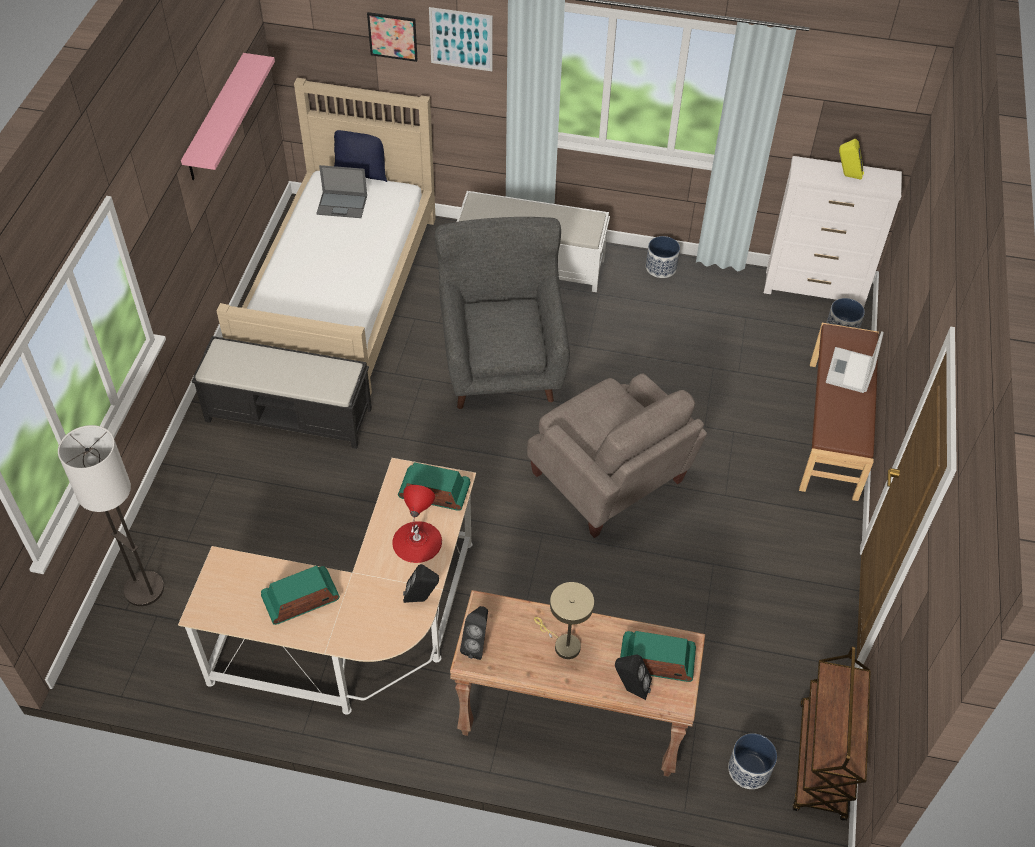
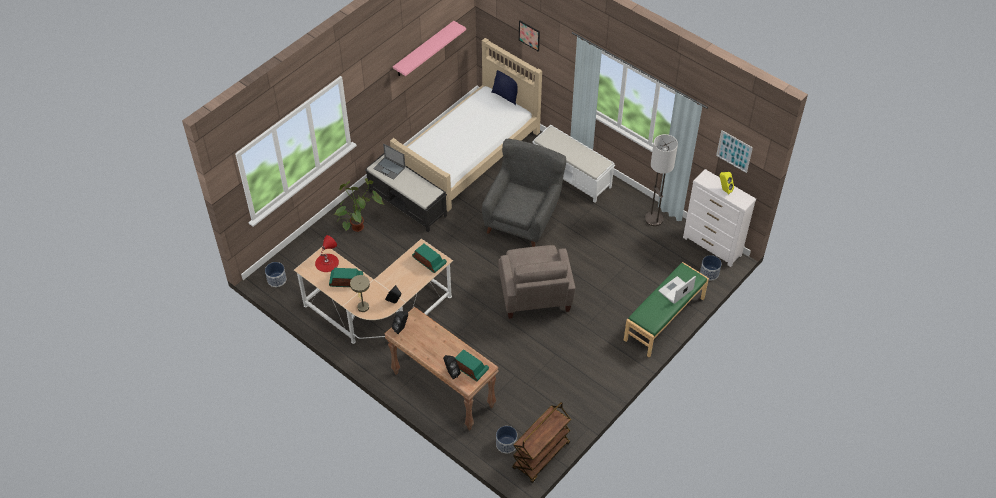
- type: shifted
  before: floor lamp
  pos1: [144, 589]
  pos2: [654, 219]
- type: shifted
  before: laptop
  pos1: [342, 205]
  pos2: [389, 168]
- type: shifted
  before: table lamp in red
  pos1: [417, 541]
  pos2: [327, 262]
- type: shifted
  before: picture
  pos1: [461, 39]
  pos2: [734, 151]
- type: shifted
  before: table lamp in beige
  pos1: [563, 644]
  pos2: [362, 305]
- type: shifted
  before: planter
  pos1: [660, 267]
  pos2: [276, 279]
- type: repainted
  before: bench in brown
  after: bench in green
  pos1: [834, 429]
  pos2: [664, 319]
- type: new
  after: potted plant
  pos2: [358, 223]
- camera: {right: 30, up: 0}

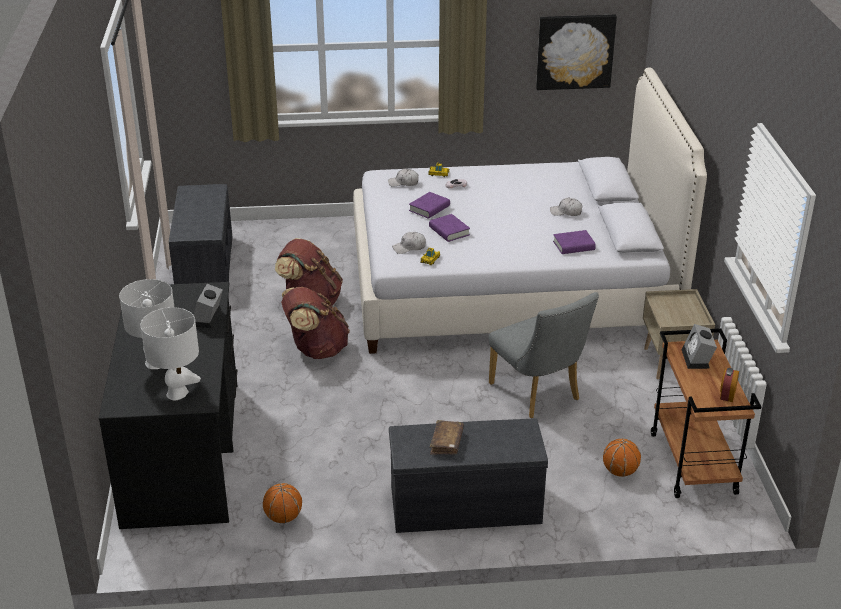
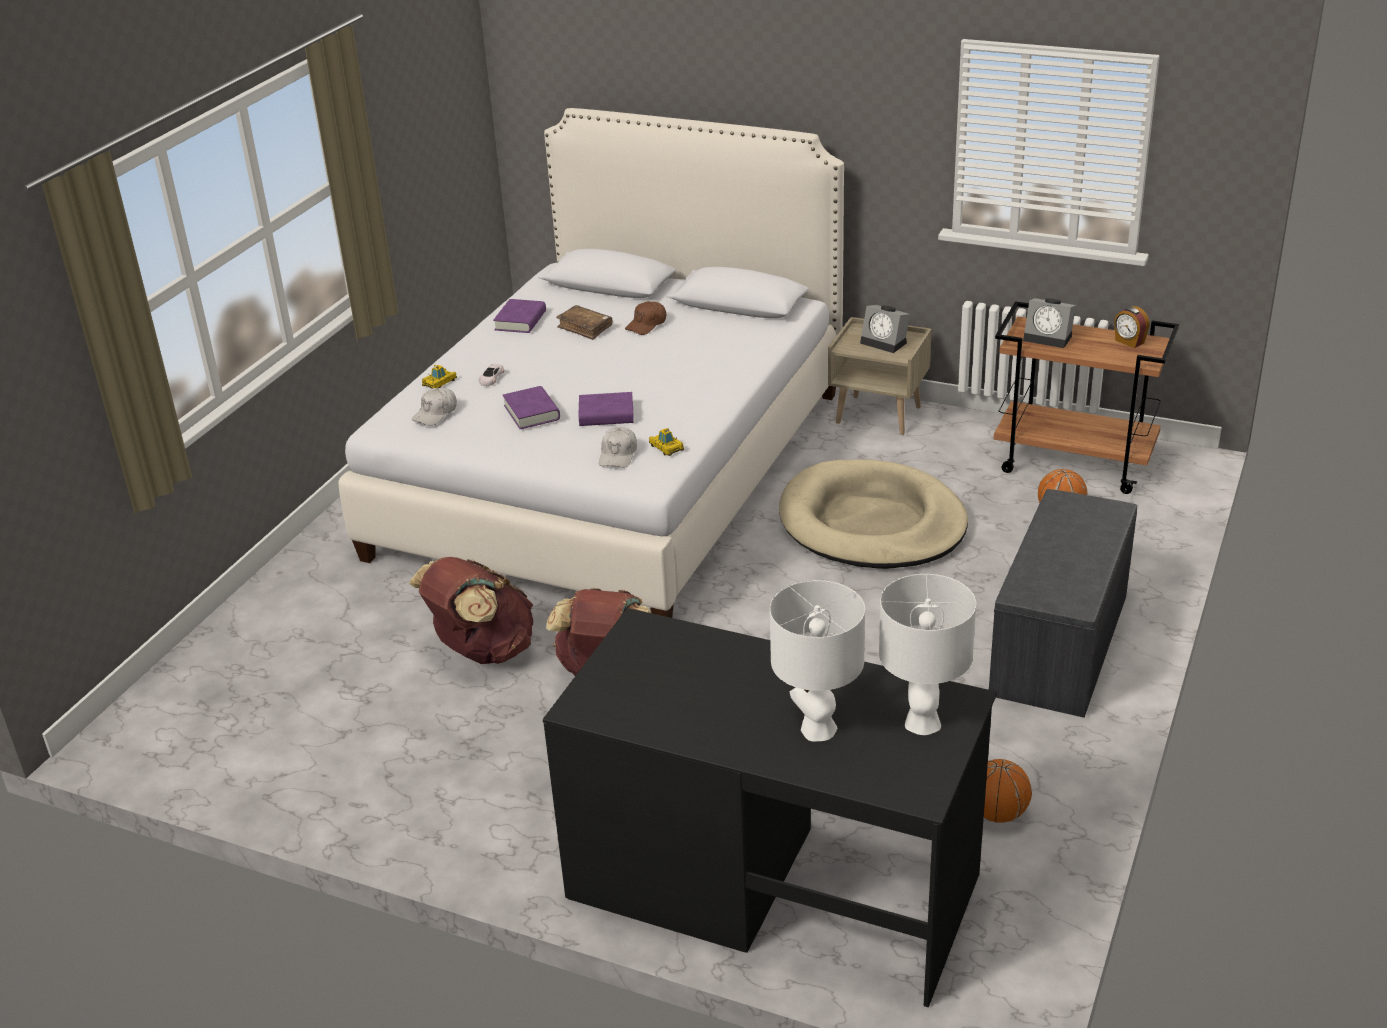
- type: gone
  before: bench in grey
  pos1: [204, 265]
- type: shifted
  before: alarm clock
  pos1: [208, 319]
  pos2: [886, 342]
- type: shifted
  before: book in brown
  pos1: [446, 442]
  pos2: [585, 328]
- type: swapped
  before: chair in grey
  after: dog bed in beige
  pos1: [538, 395]
  pos2: [872, 523]
- type: gone
  before: picture
  pos1: [575, 51]
- type: repainted
  before: cap in white
  after: cap in brown
  pos1: [566, 212]
  pos2: [646, 325]
- type: shifted
  before: book in purple
  pos1: [573, 246]
  pos2: [520, 321]
- camera: {right: -60, up: 0}

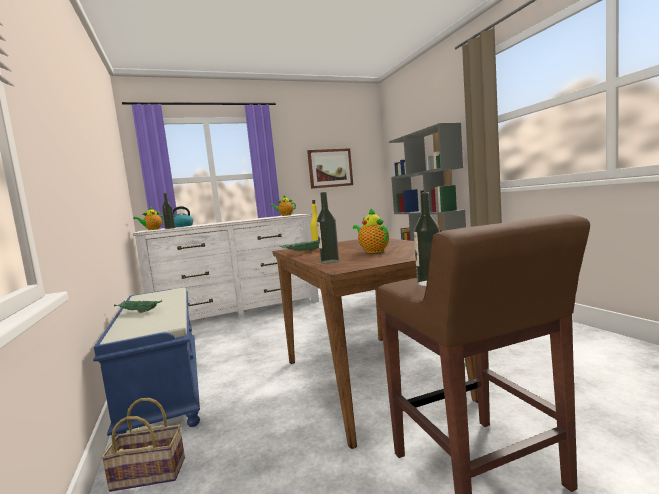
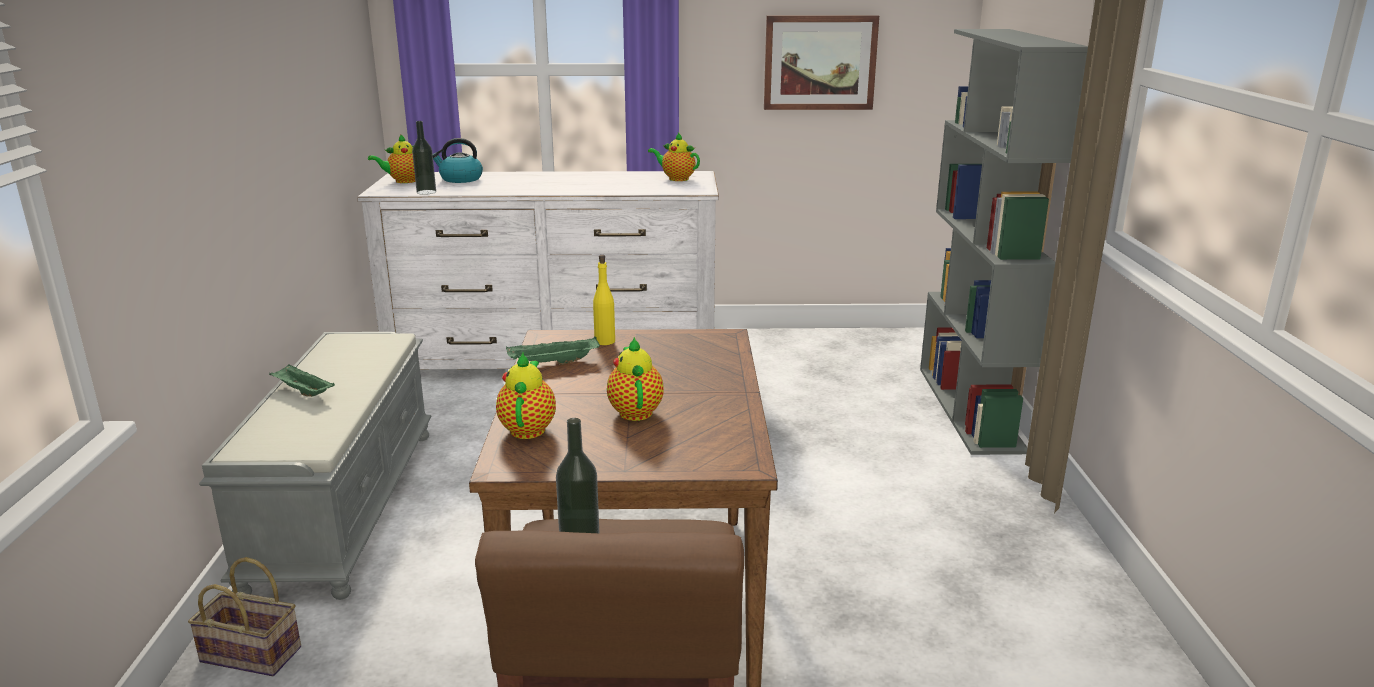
- type: repainted
  before: bench in blue
  after: bench in grey
  pos1: [163, 385]
  pos2: [343, 505]
- type: swapped
  before: bottle
  after: teapot
  pos1: [330, 261]
  pos2: [528, 428]
- camera: {right: 20, up: 15}

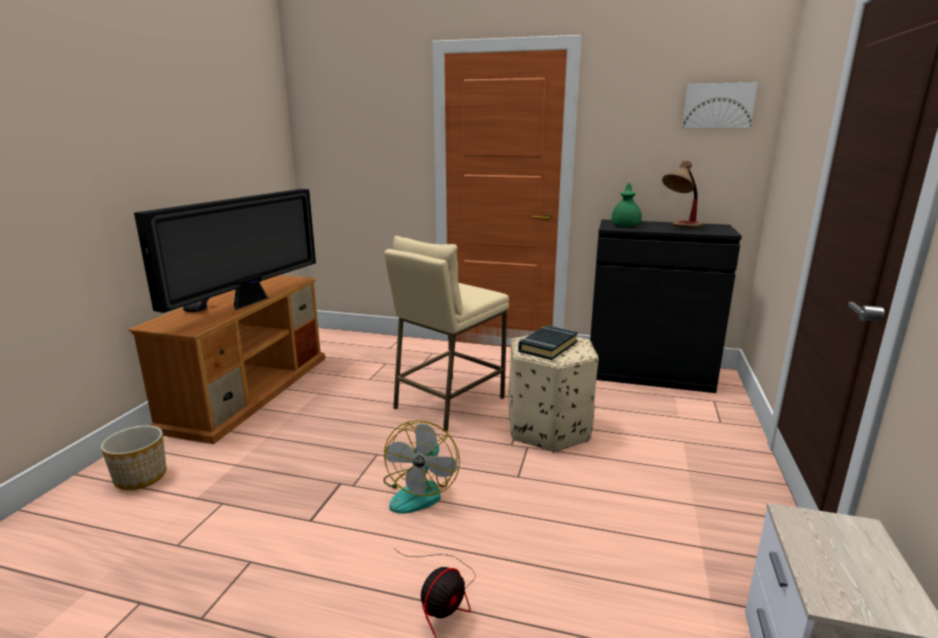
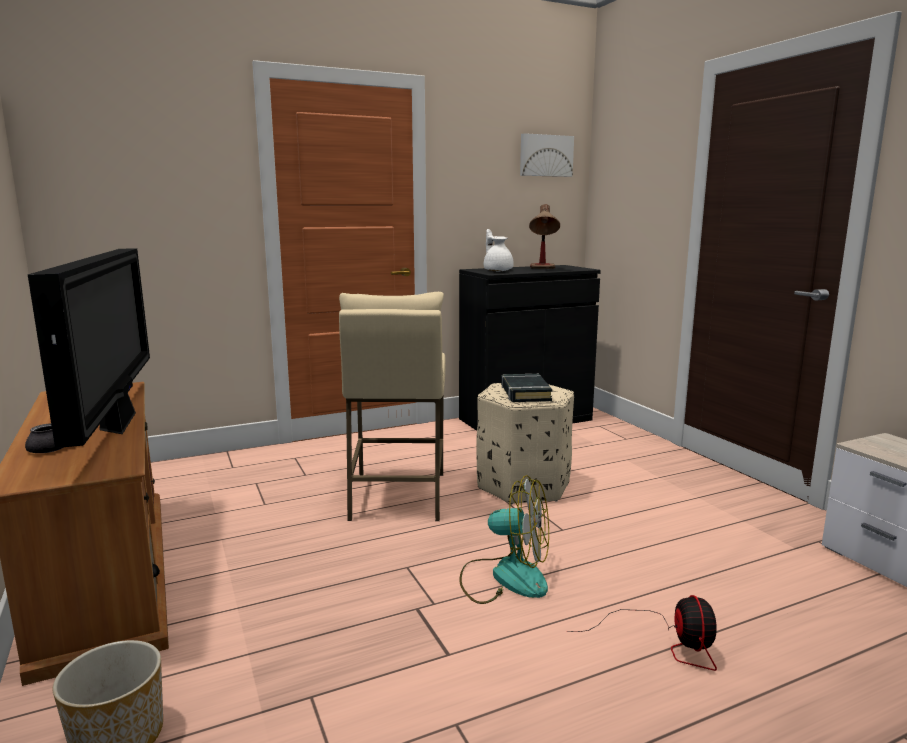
- type: rotated
  before: fan
  pos1: [420, 491]
  pos2: [505, 577]
  turn: -45
- type: repainted
  before: teapot in green
  after: teapot in white
  pos1: [626, 225]
  pos2: [497, 270]
- camera: {right: -40, up: -5}

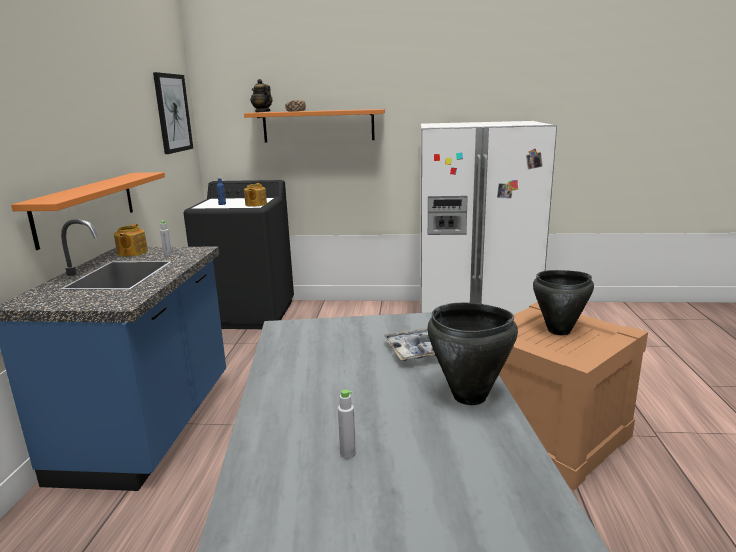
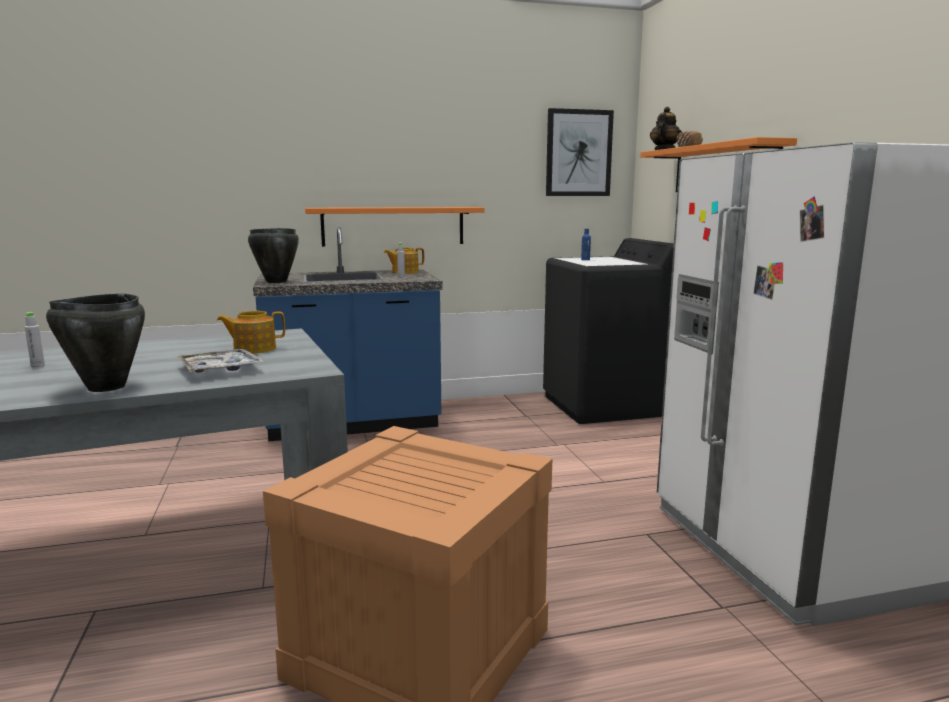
- type: shifted
  before: teapot
  pos1: [255, 204]
  pos2: [254, 349]
- type: shifted
  before: cooking pot in black
  pos1: [559, 331]
  pos2: [276, 282]
- camera: {right: 70, up: -5}

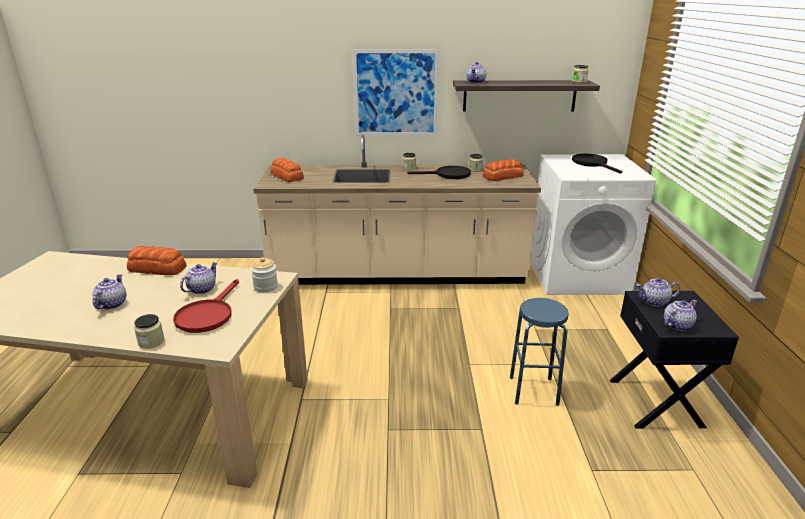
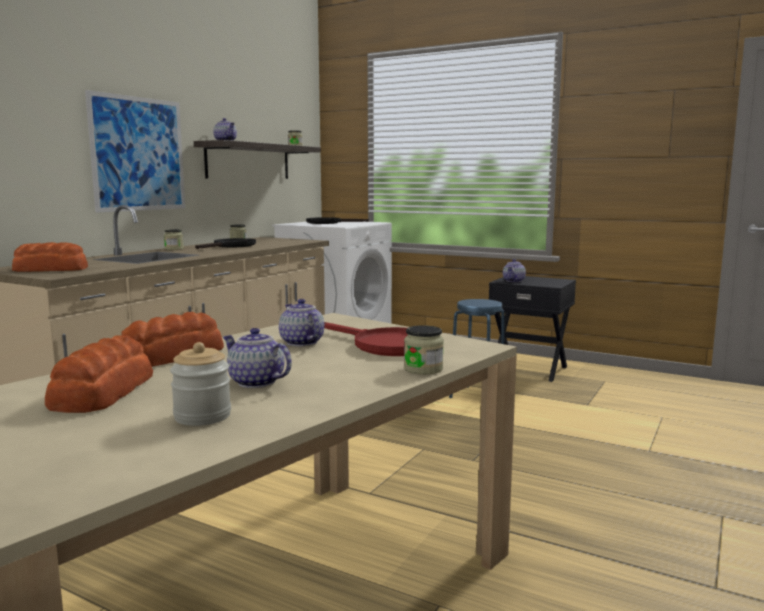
- type: shifted
  before: jar
  pos1: [265, 287]
  pos2: [202, 416]
- type: shifted
  before: bread
  pos1: [502, 176]
  pos2: [102, 392]
- type: gone
  before: teapot
  pos1: [677, 325]
- camera: {right: -60, up: -15}

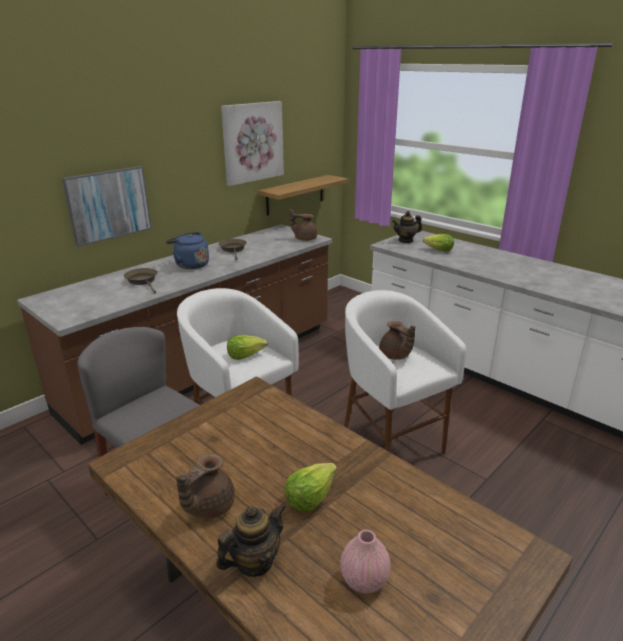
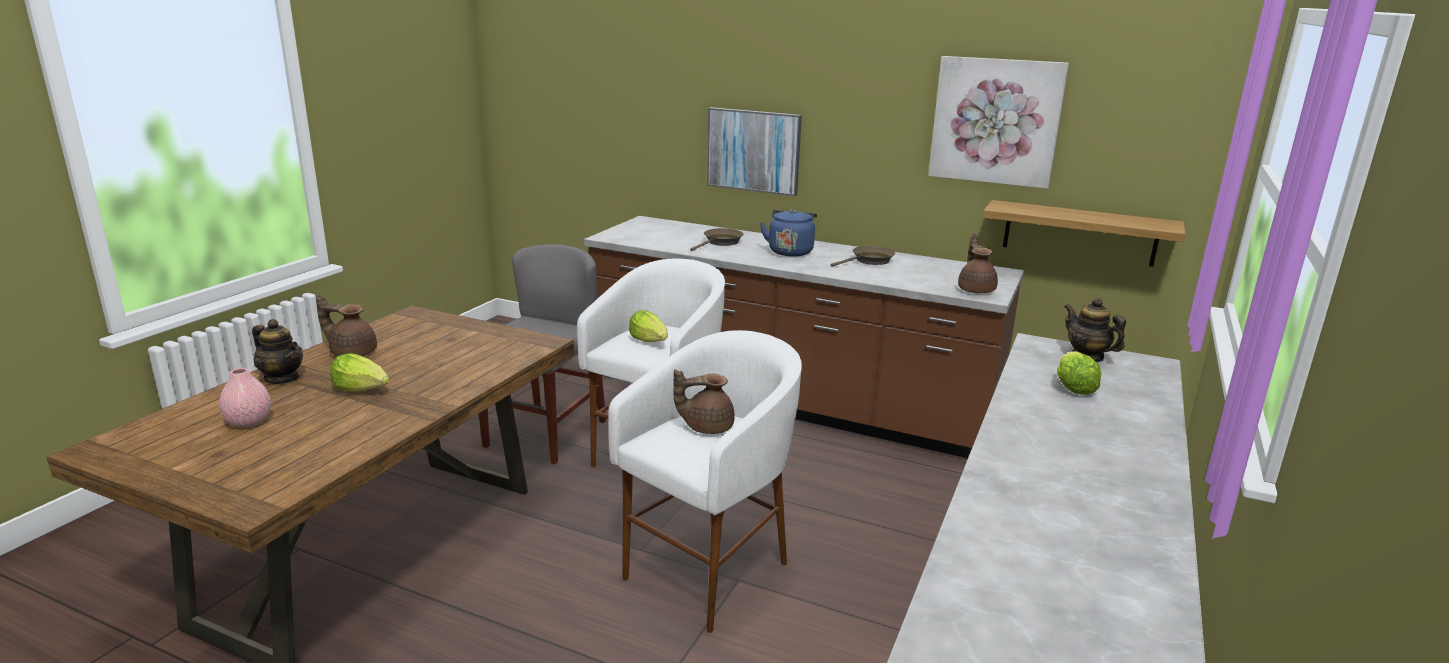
- type: rotated
  before: teapot in brown
  pos1: [395, 356]
  pos2: [706, 427]
  turn: 45
- camera: {right: 70, up: -5}

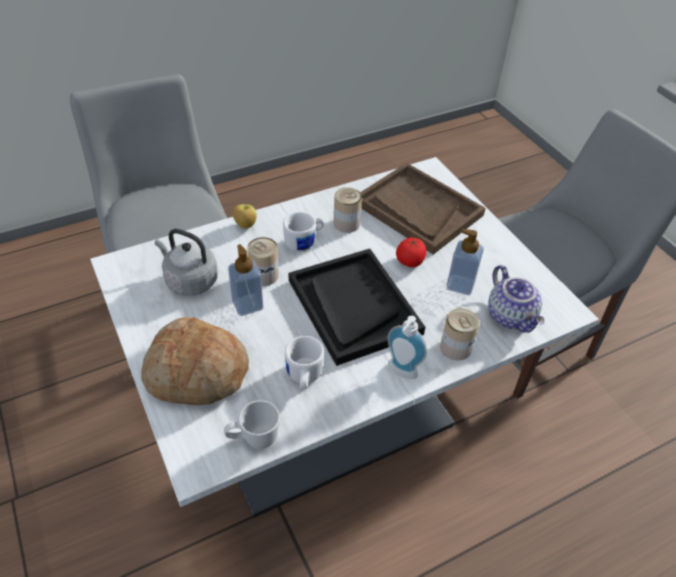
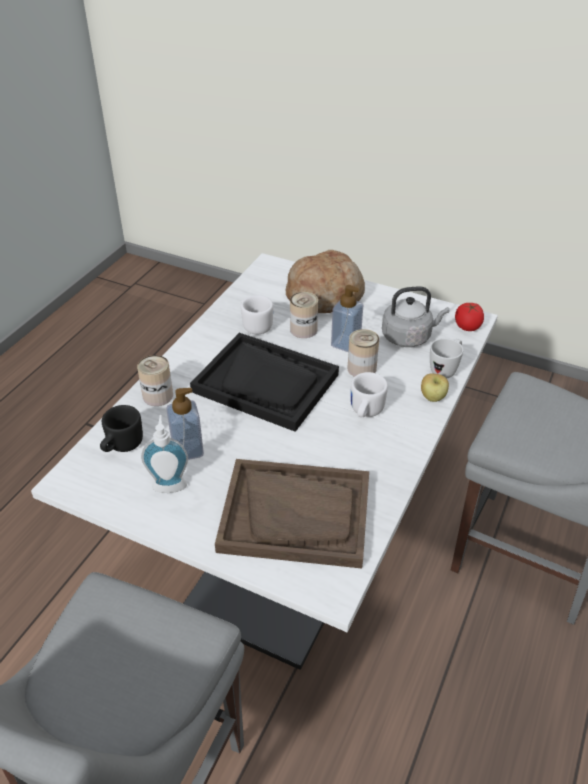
- type: shifted
  before: mug in white
  pos1: [253, 440]
  pos2: [445, 370]
- type: shifted
  before: can
  pos1: [346, 223]
  pos2: [303, 329]
- type: shifted
  before: soap dispenser
  pos1: [400, 372]
  pos2: [169, 483]
- type: shifted
  before: tomato
  pos1: [410, 261]
  pos2: [467, 326]
- type: swapped
  before: teapot
  after: mug in black
  pos1: [511, 316]
  pos2: [121, 446]
- camera: {right: 145, up: -5}

